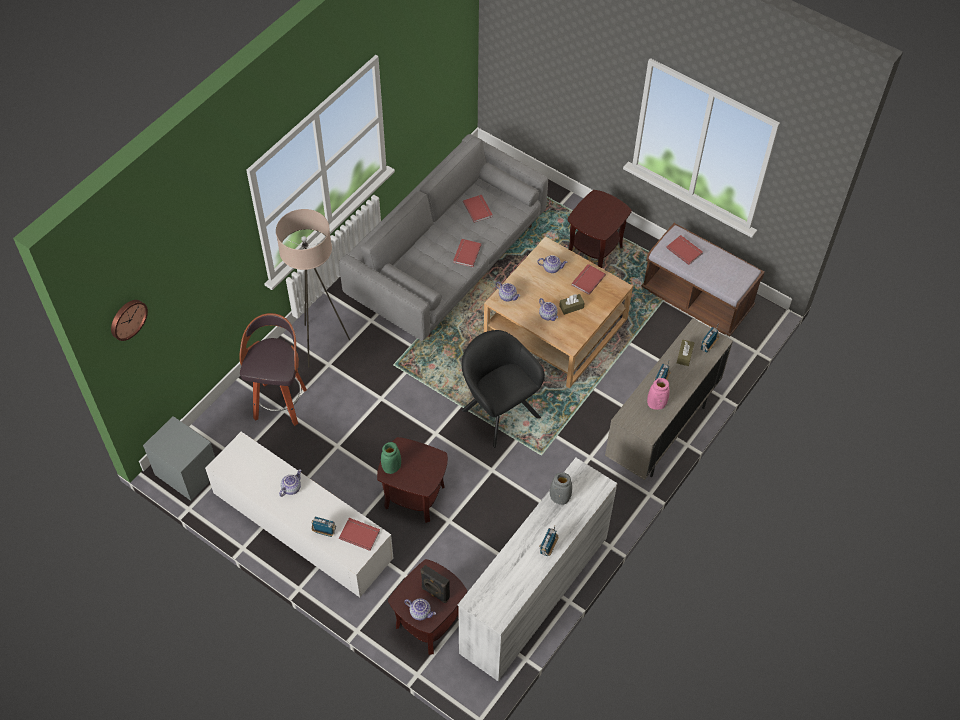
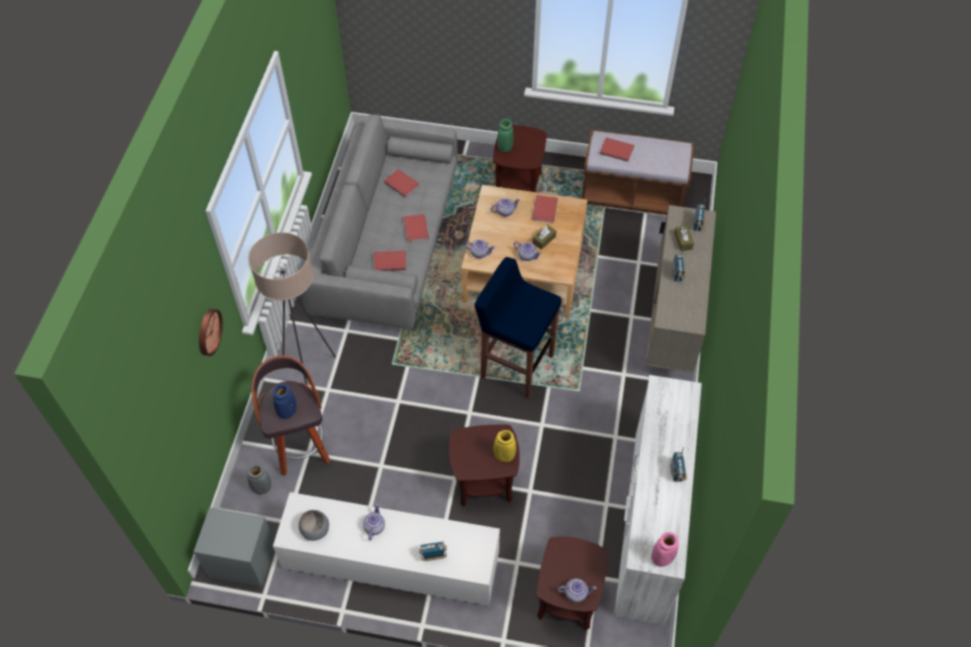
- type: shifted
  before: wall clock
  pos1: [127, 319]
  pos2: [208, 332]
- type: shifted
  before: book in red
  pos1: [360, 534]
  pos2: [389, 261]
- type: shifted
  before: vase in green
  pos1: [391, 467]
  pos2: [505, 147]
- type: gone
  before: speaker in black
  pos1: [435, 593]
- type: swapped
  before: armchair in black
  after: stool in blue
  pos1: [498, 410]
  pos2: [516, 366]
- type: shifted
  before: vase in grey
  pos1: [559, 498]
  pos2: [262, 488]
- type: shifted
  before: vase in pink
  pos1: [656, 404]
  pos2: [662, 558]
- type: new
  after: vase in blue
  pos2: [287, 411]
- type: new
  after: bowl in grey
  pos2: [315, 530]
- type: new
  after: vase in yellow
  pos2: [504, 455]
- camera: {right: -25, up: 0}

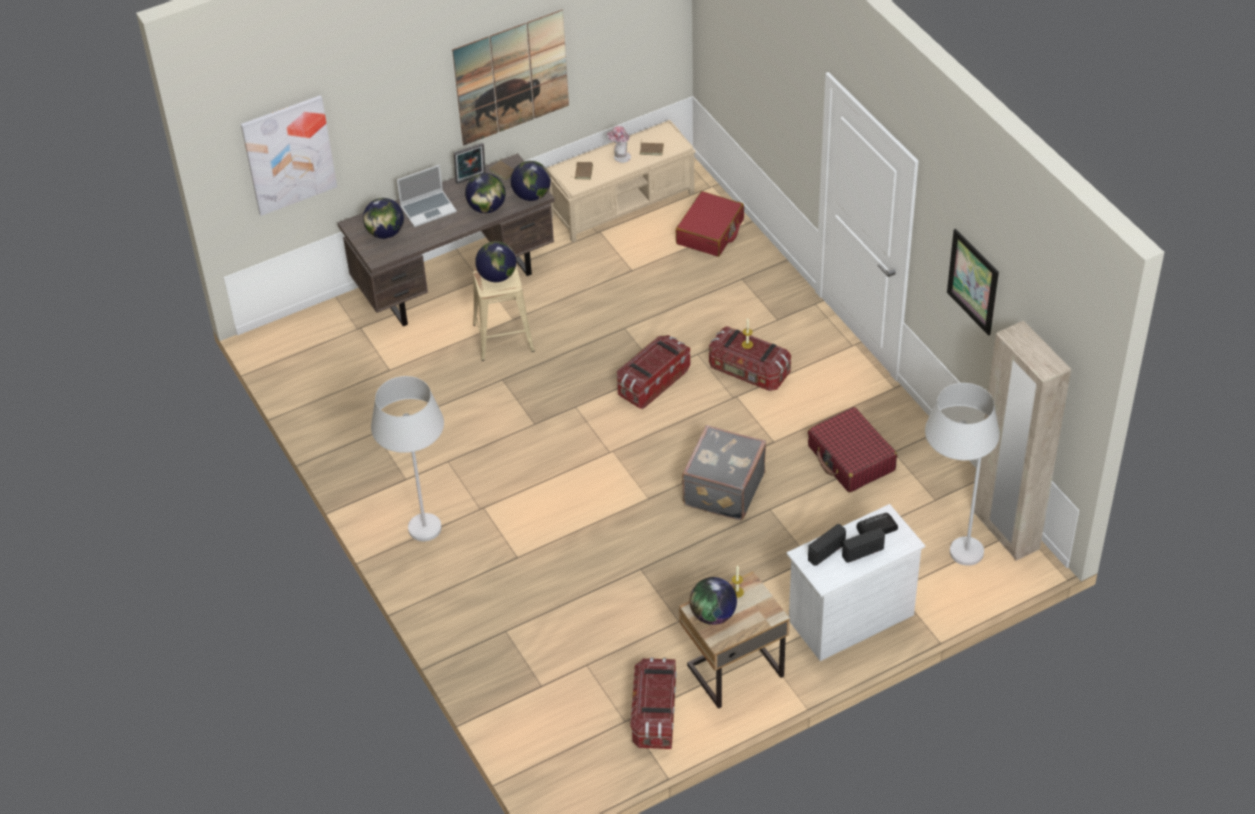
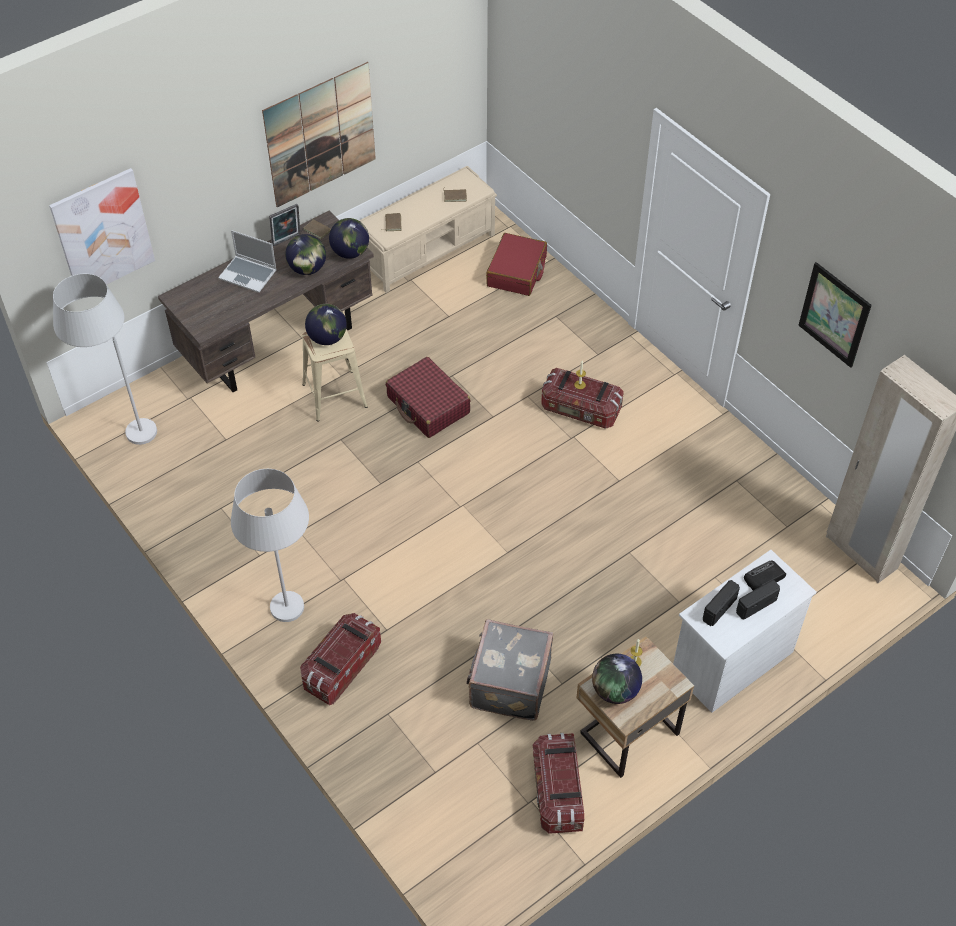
- type: gone
  before: globe
  pos1: [385, 233]
- type: rotated
  before: laptop
  pos1: [428, 209]
  pos2: [249, 275]
  turn: 60
- type: gone
  before: hat
  pos1: [620, 157]
- type: shifted
  before: storage box
  pos1: [652, 382]
  pos2: [341, 667]
- type: shifted
  before: suitcase in grey
  pos1: [722, 489]
  pos2: [508, 684]
- type: shifted
  before: suitcase in red
  pos1: [851, 459]
  pos2: [428, 405]
- type: shifted
  before: floor lamp in white
  pos1: [947, 551]
  pos2: [124, 433]
- camera: {right: -10, up: 5}

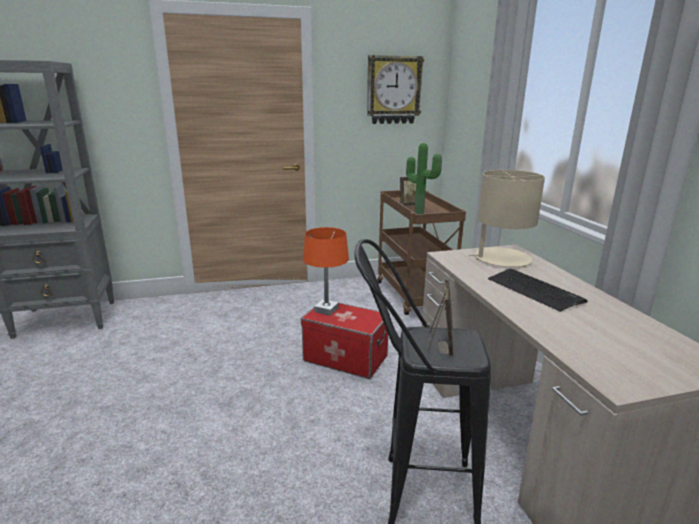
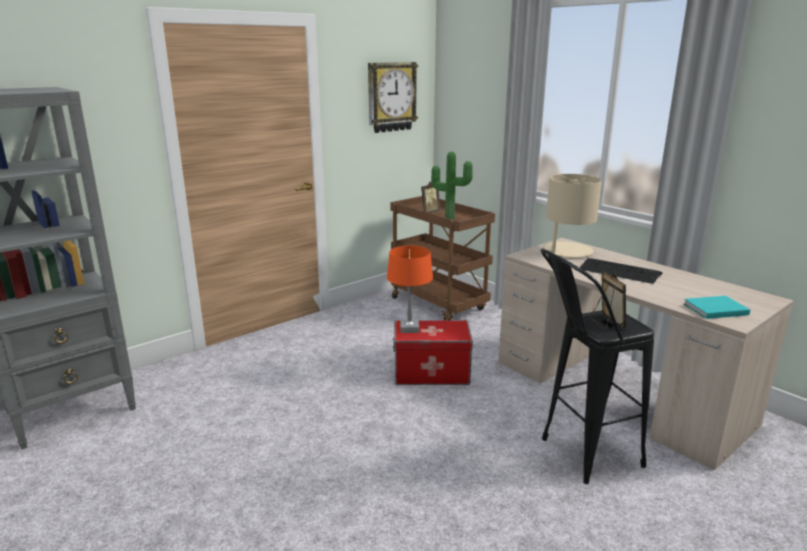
- type: new
  after: book in turquoise
  pos2: [713, 309]
- camera: {right: -25, up: 0}

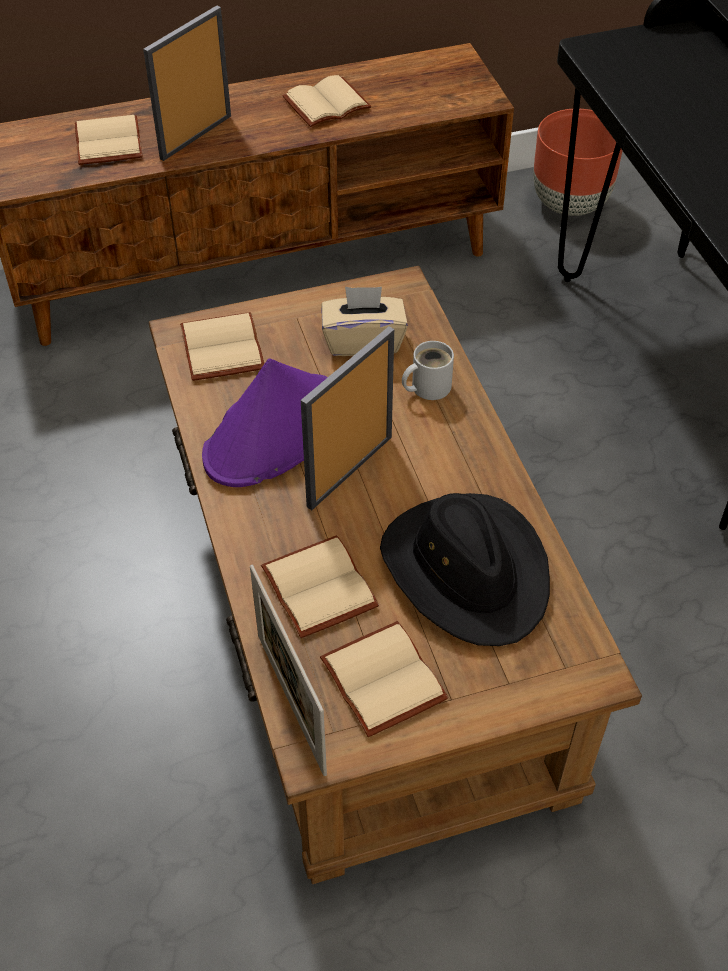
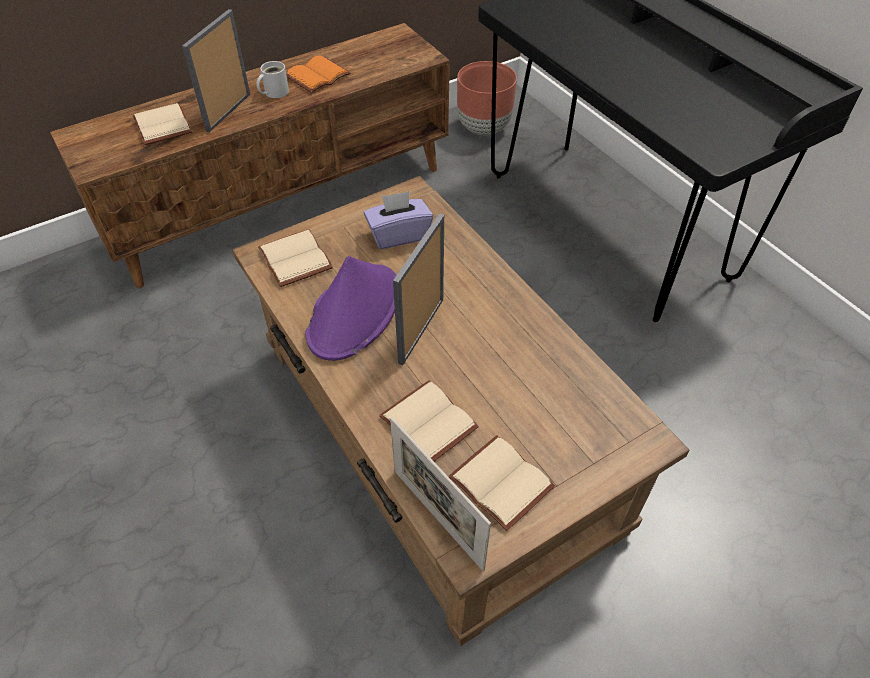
- type: repainted
  before: book in beige
  after: book in orange
  pos1: [326, 105]
  pos2: [318, 77]
- type: repainted
  before: tissue box in beige
  after: tissue box in purple
  pos1: [363, 341]
  pos2: [398, 235]
- type: gone
  before: hat in black
  pos1: [467, 571]
- type: shifted
  before: mug in white
  pos1: [427, 386]
  pos2: [274, 92]
- camera: {right: -15, up: 0}

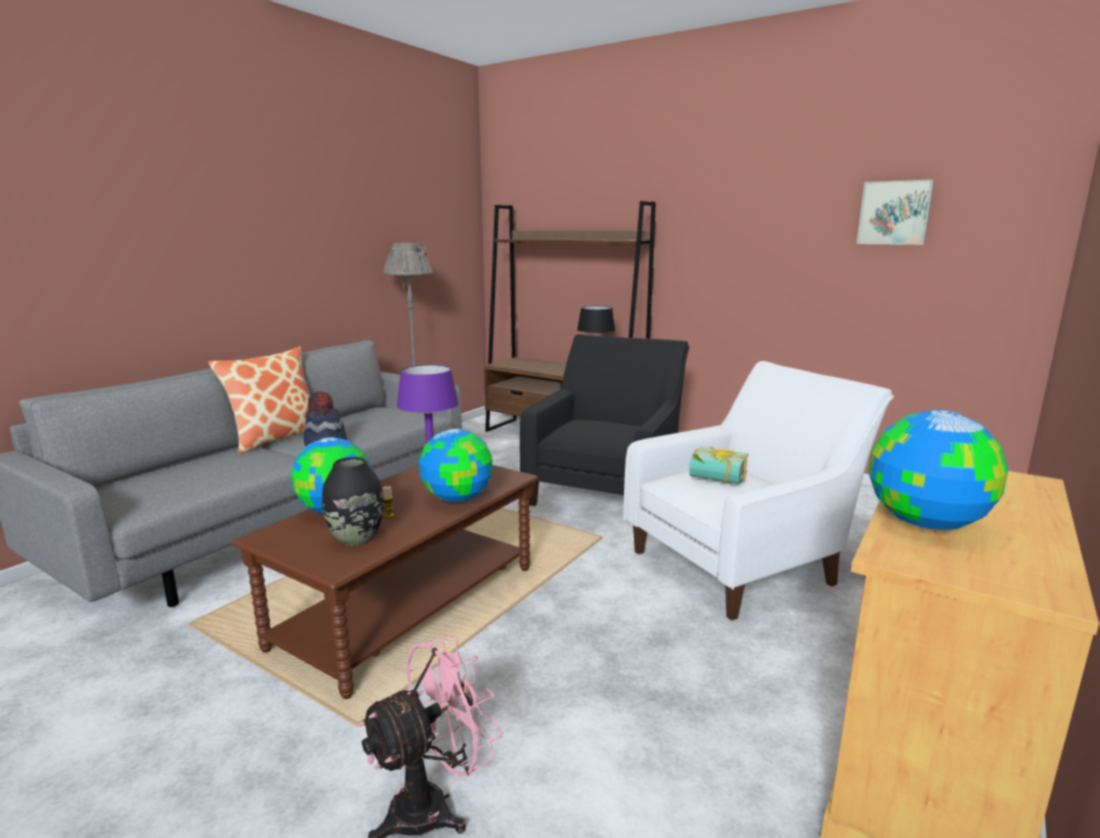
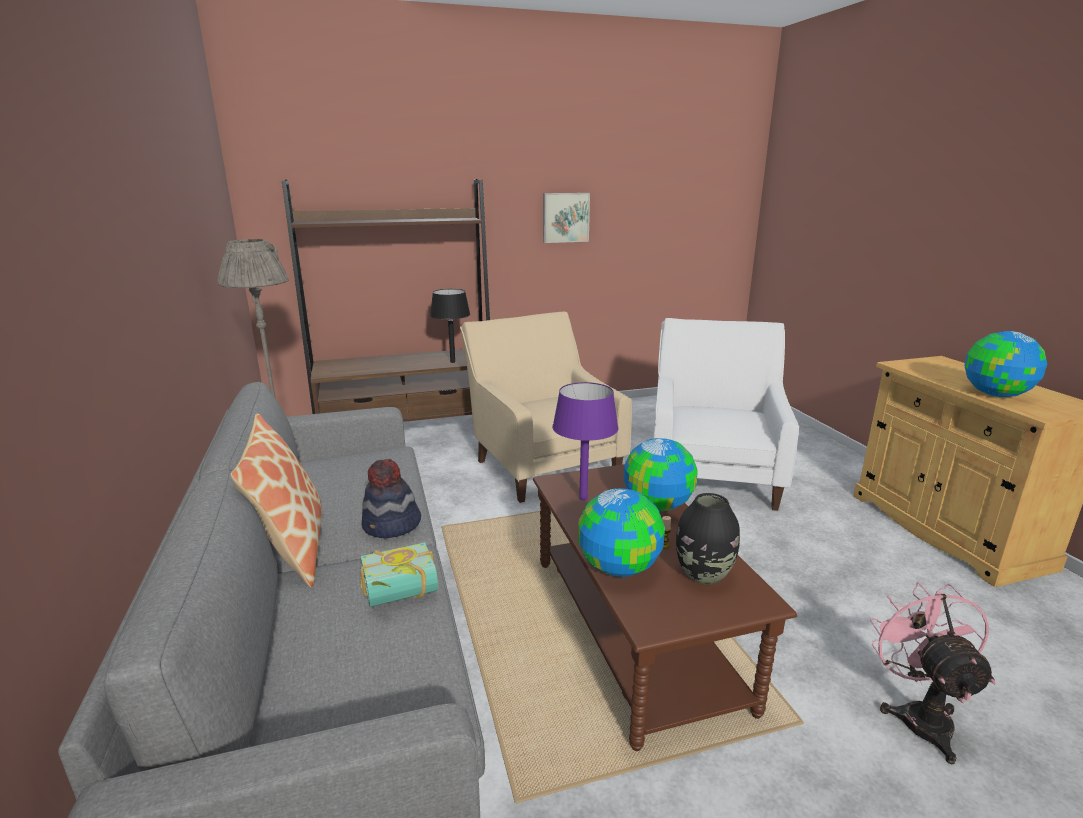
- type: repainted
  before: armchair in black
  after: armchair in beige
  pos1: [605, 491]
  pos2: [542, 464]
- type: shifted
  before: book
  pos1: [716, 480]
  pos2: [401, 595]
- type: shifted
  before: picture
  pos1: [894, 213]
  pos2: [565, 217]
- camera: {right: -50, up: 5}

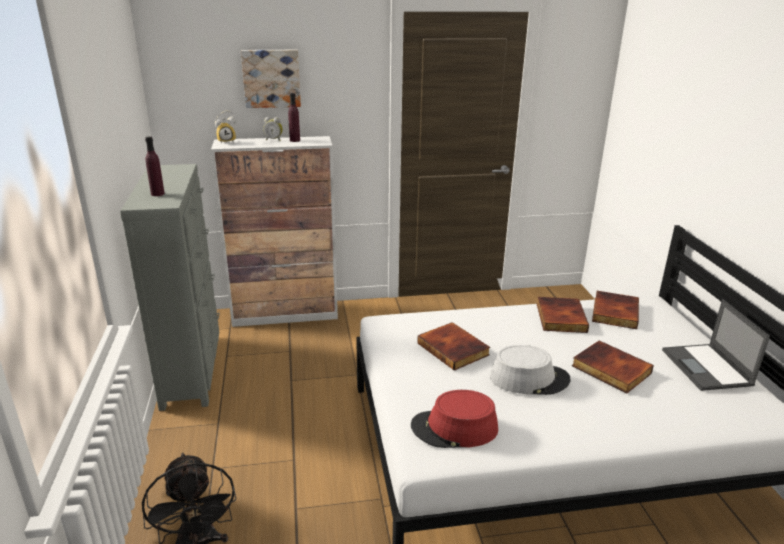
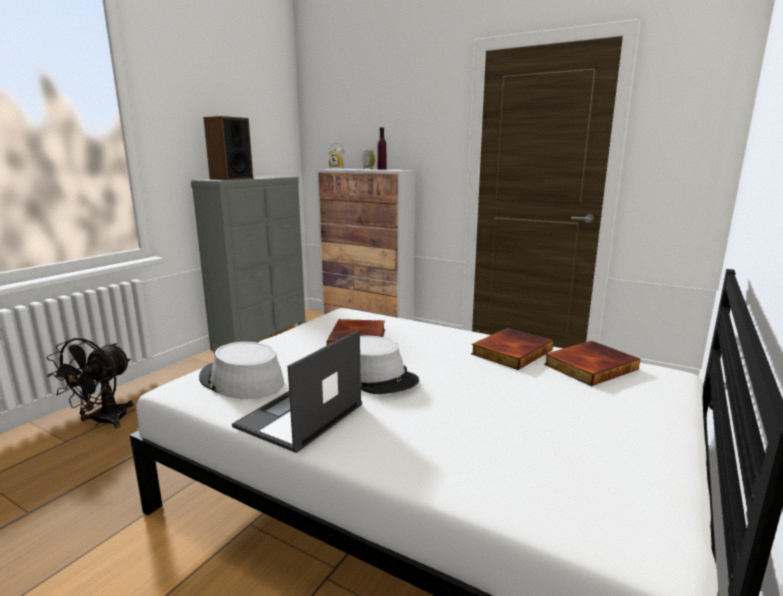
- type: swapped
  before: bottle in purple
  after: speaker
  pos1: [157, 194]
  pos2: [231, 179]
- type: gone
  before: picture
  pos1: [271, 78]
- type: repainted
  before: hat in red
  after: hat in grey
  pos1: [454, 428]
  pos2: [241, 381]
- type: gone
  before: book
  pos1: [610, 370]
- type: shifted
  before: laptop
  pos1: [707, 368]
  pos2: [299, 416]
- camera: {right: 40, up: -10}

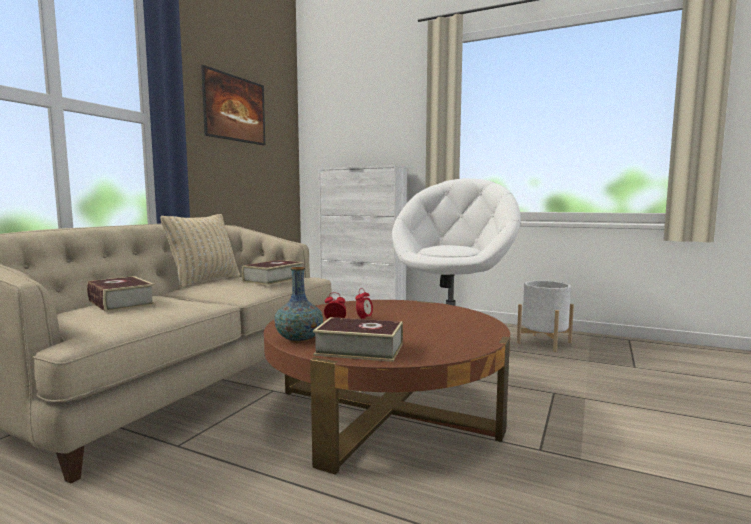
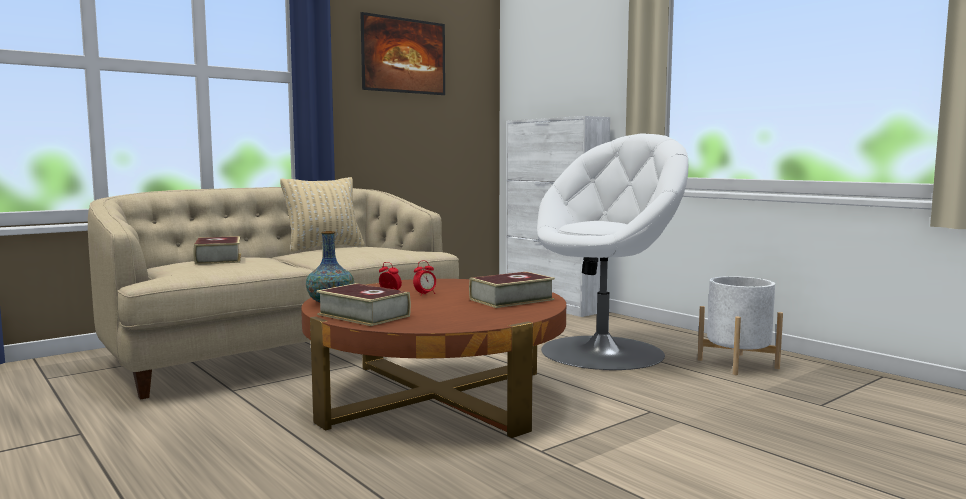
- type: shifted
  before: book
  pos1: [273, 279]
  pos2: [511, 299]
- camera: {right: 25, up: 0}

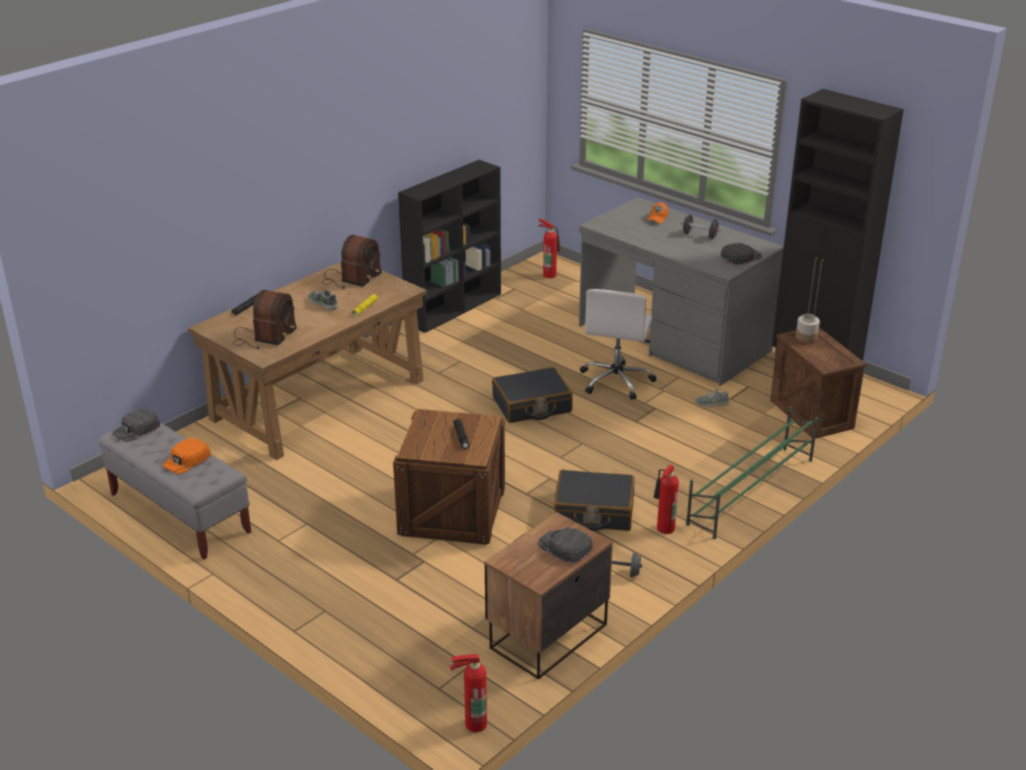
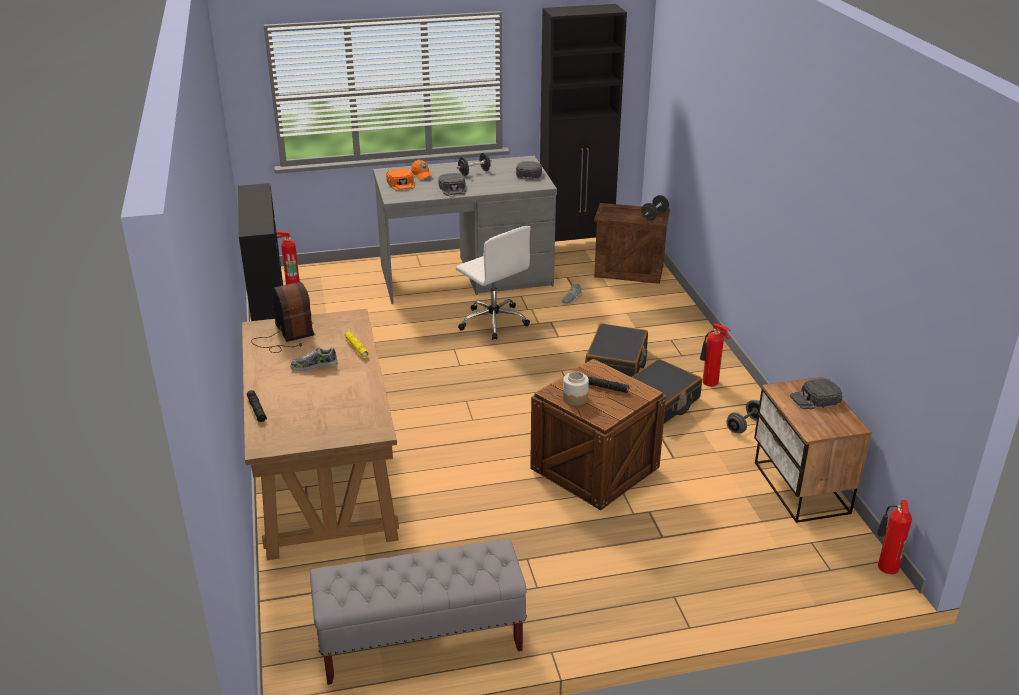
- type: shifted
  before: cap in black
  pos1: [136, 429]
  pos2: [453, 188]
- type: shifted
  before: cap in orange
  pos1: [186, 460]
  pos2: [401, 183]
- type: gone
  before: radio
  pos1: [264, 337]
- type: shifted
  before: suitcase in black
  pos1: [532, 405]
  pos2: [616, 362]
- type: gone
  before: shoe rack in green
  pos1: [750, 491]
- type: shifted
  before: jar
  pos1: [806, 337]
  pos2: [575, 398]
- type: new
  after: dumbbell in black
  pos2: [654, 216]
- camera: {right: -55, up: 0}

